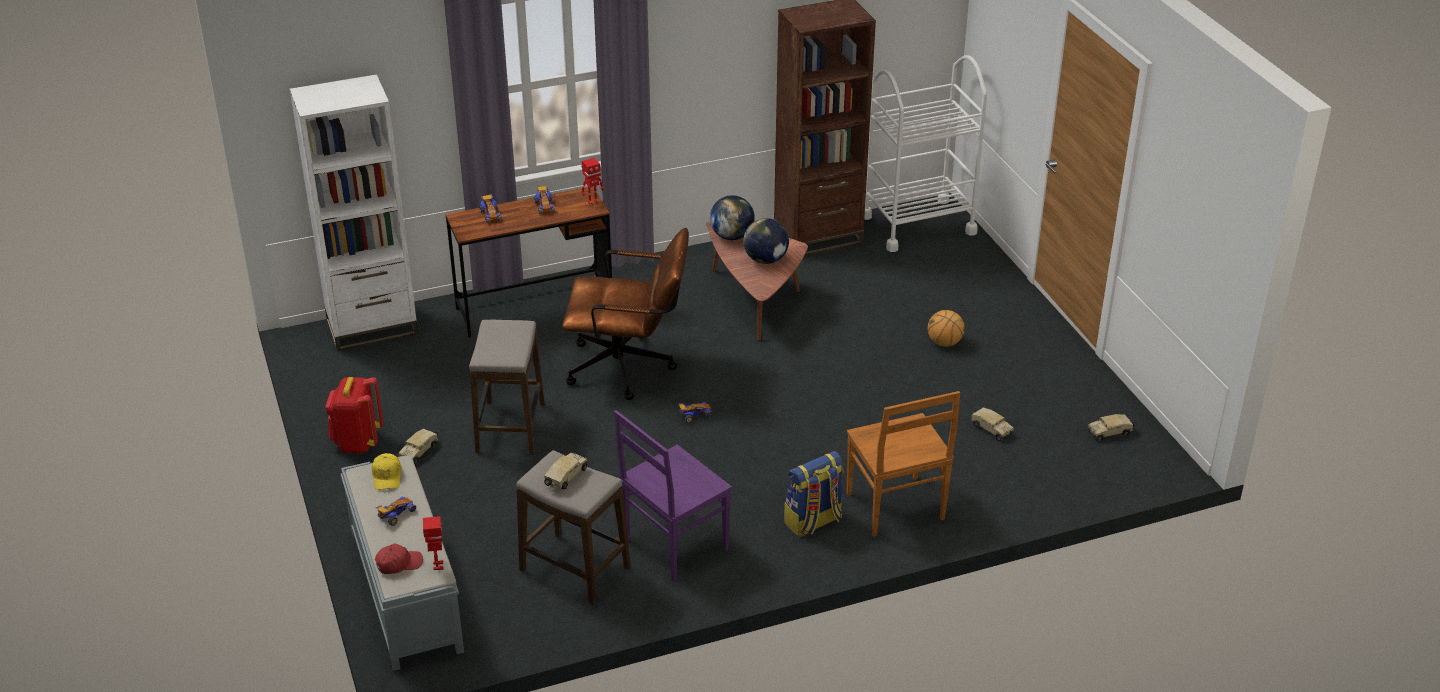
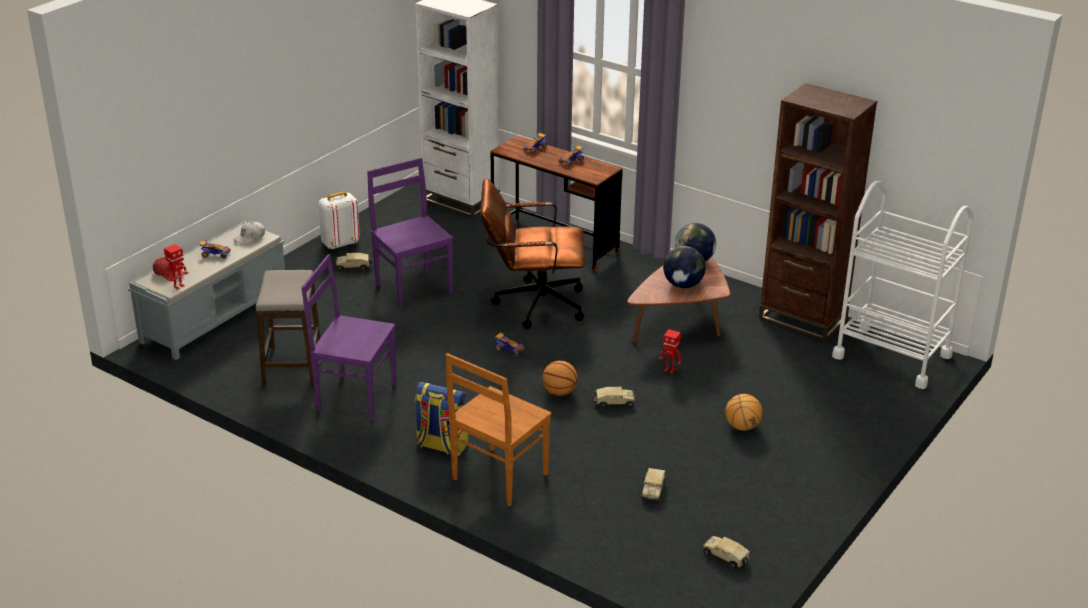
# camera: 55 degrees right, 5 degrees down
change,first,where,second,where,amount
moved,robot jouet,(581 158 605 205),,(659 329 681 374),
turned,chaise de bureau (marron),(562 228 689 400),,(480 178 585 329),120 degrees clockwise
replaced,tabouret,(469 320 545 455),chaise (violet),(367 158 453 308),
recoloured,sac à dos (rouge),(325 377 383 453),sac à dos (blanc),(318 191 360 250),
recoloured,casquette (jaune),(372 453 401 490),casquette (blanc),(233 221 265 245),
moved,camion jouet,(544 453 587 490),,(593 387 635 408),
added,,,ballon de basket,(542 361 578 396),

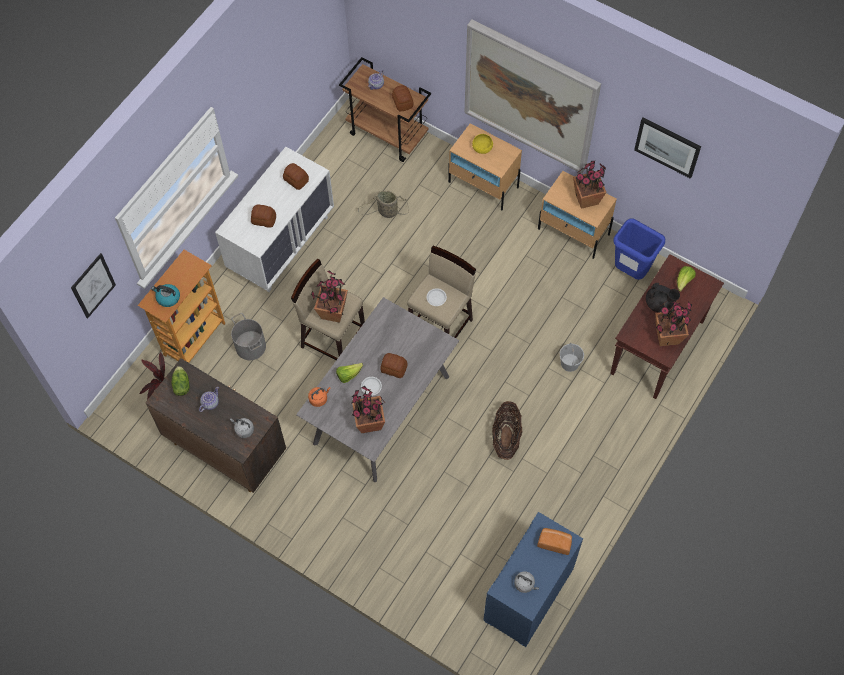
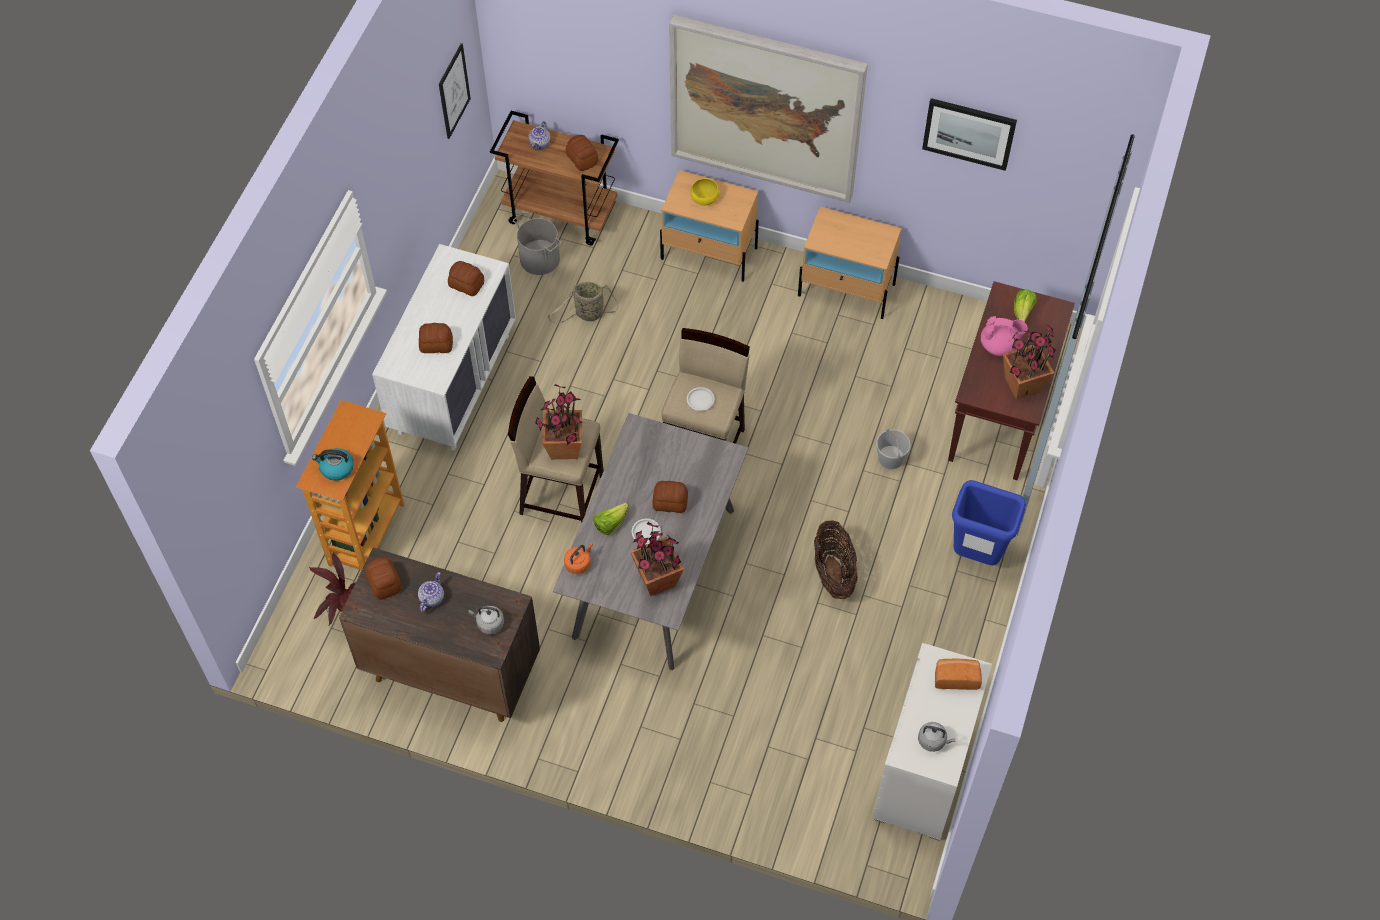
# camera: 15 degrees left, 5 degrees down
change,first,where,second,where,amount
removed,plante en pot,(573 161 606 209),,,
moved,poubelle (bleu),(613 219 665 280),,(952 480 1026 565),
moved,tableau,(71 253 116 319),,(439 43 471 139),
recoloured,théière (noir),(646 283 680 312),théière (rose),(981 316 1028 356),
moved,seau (gris),(231 313 266 360),,(513 212 562 275),
replaced,laitue,(171 366 190 396),pain,(365 557 401 599),
recoloured,commode (bleu),(483 512 583 647),commode (blanc),(873 643 992 841),

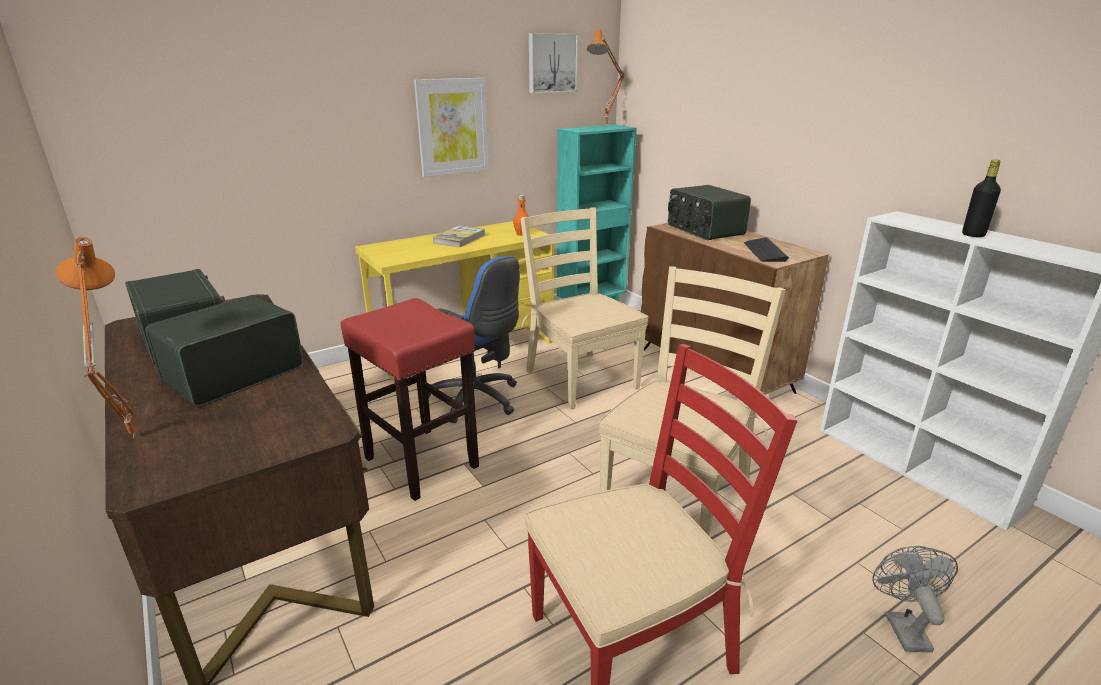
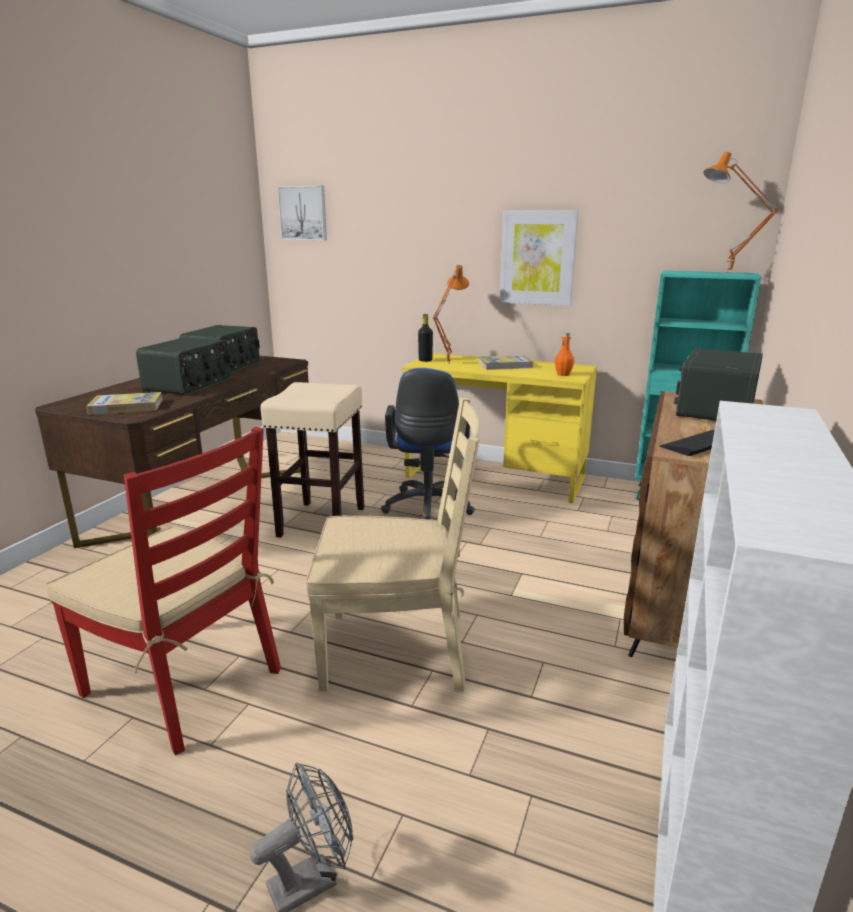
# camera: 55 degrees right, 5 degrees down
change,first,where,second,where,amount
moved,tableau,(529 33 578 94),,(277 186 327 240),
moved,bouteille (noir),(962 160 1001 237),,(418 314 433 362),
removed,chaise (beige),(521 207 649 410),,,
moved,lampe de table (orange),(56 237 136 439),,(433 265 469 364),
turned,radio,(145 295 304 407),,(136 337 231 395),105 degrees clockwise
recoloured,tabouret (rouge),(341 298 479 501),tabouret (beige),(260 382 365 537),
added,,,livre,(86 392 162 415),

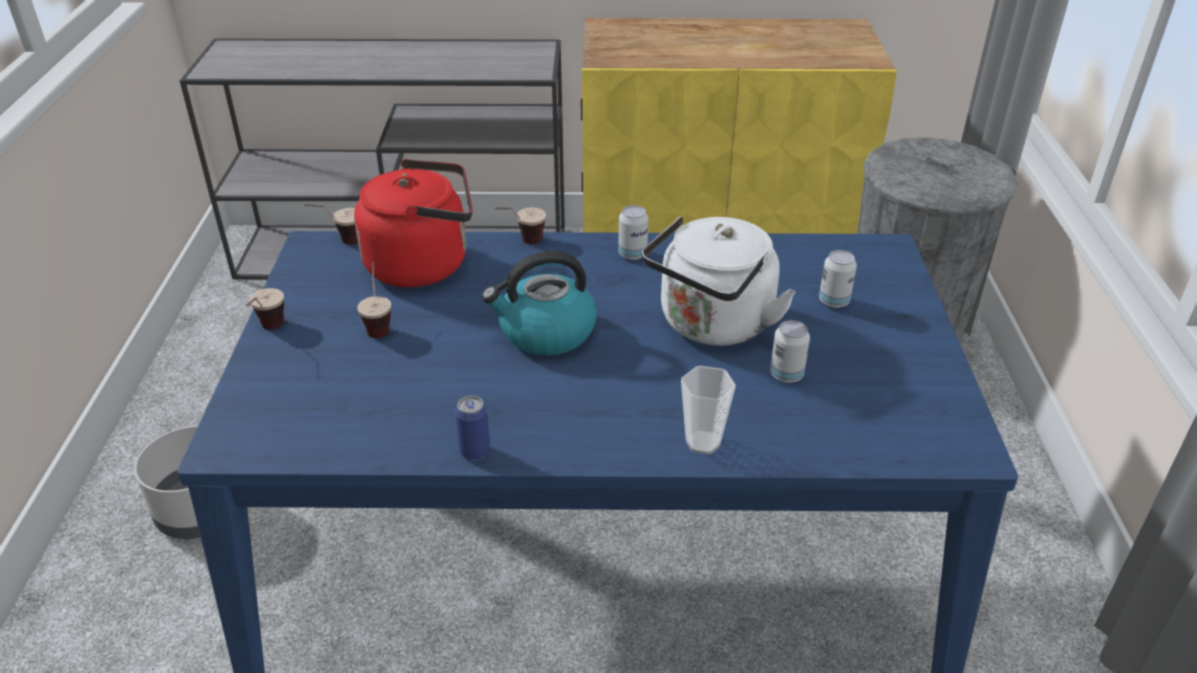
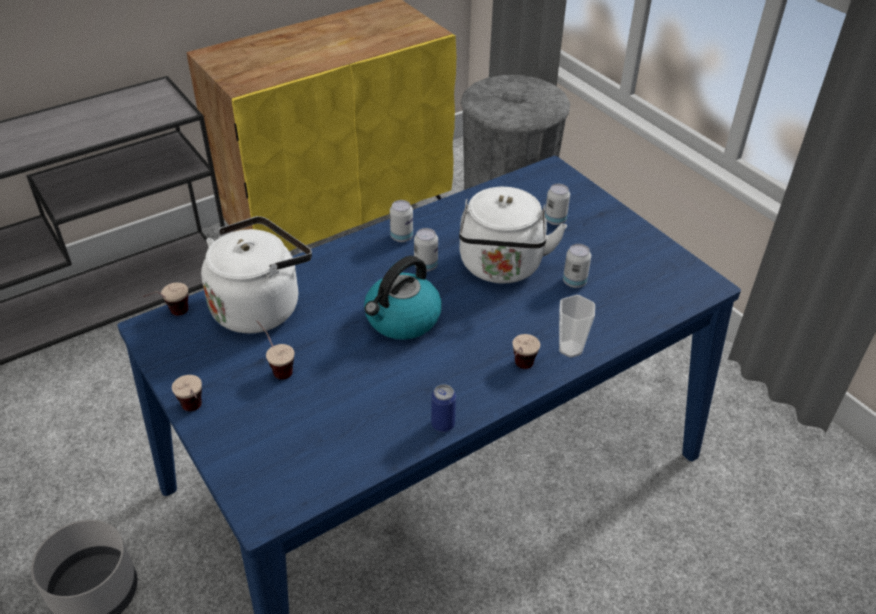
# camera: 35 degrees left, 5 degrees up
change,first,where,second,where,amount
recoloured,bouilloire (rouge),(354 159 473 287),bouilloire (blanc),(201 216 312 333),
moved,tasse,(495 207 546 244),,(512 334 540 369),
added,,,boîte métallique,(414 228 438 272),

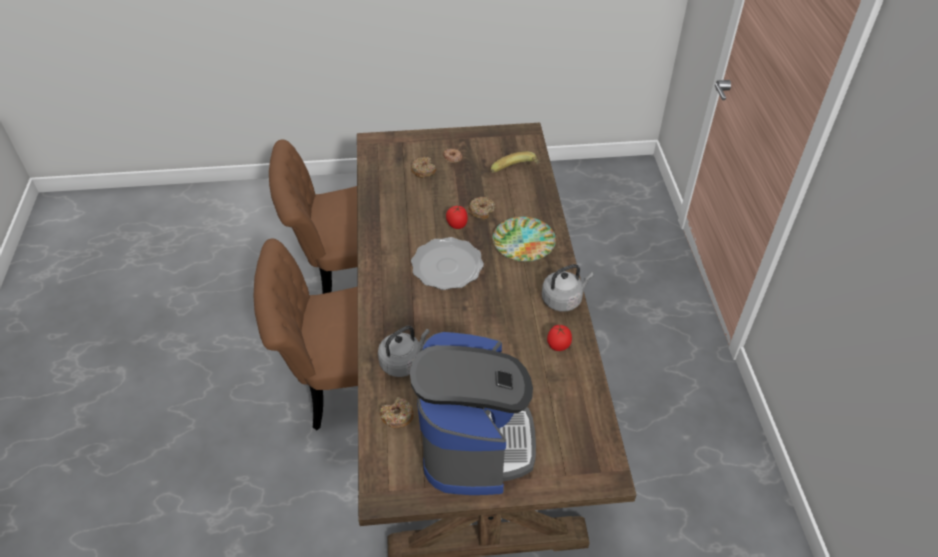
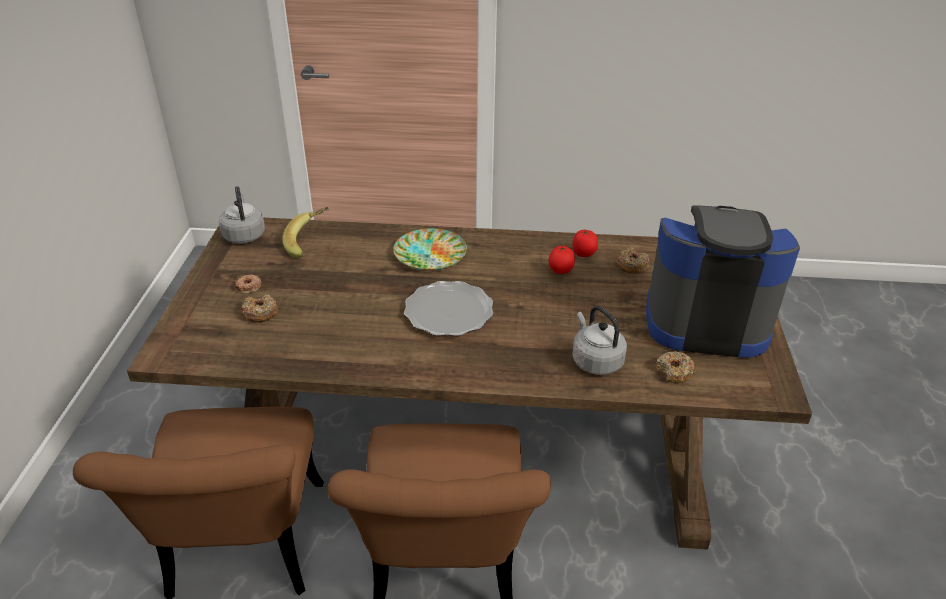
# camera: 80 degrees left, 10 degrees down
change,first,where,second,where,amount
moved,beignet,(468 197 496 220),,(616 247 649 274),
moved,tomate,(446 205 468 229),,(549 246 575 274),
moved,bouilloire (gris),(542 264 594 312),,(219 186 265 244),

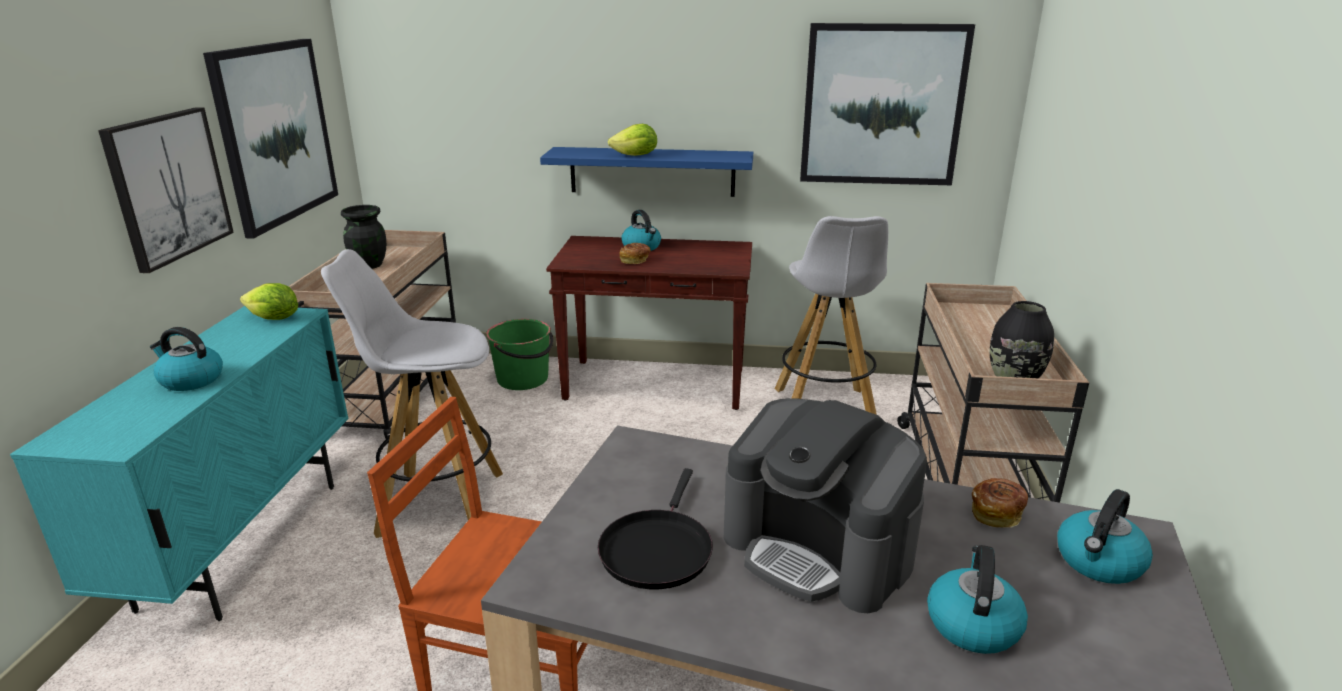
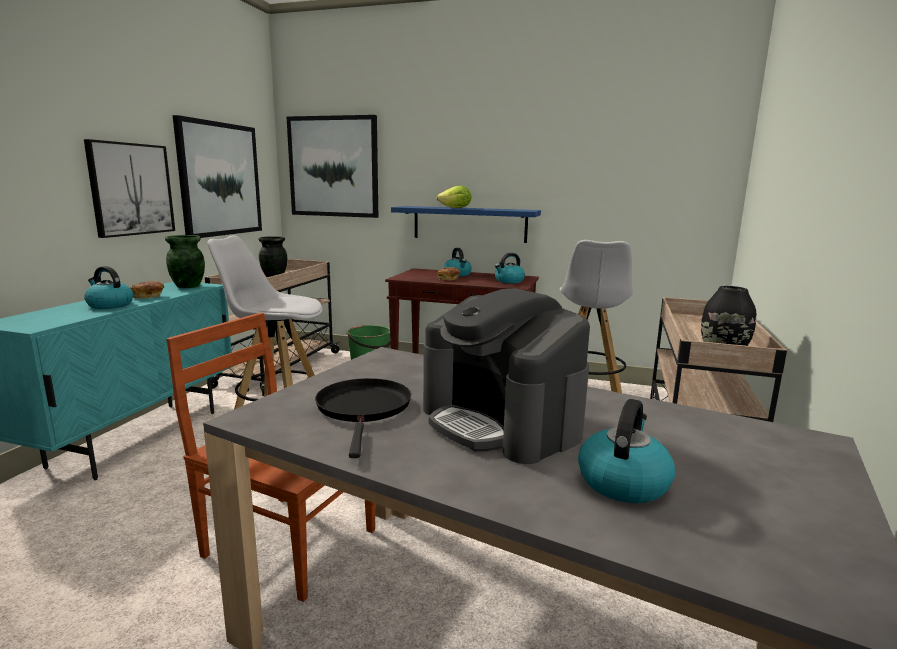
# camera: 10 degrees right, 10 degrees down
change,first,where,second,where,amount
moved,tableau,(800 23 975 185),,(287 115 378 218),
replaced,laitue,(240 283 298 320),vase (vert),(165 235 205 288),
turned,poêle (noir),(598 468 713 589),,(315 378 411 458),150 degrees clockwise
moved,pain,(972 478 1028 528),,(130 281 164 298),
moved,bouilloire,(1057 489 1153 584),,(495 253 525 283),

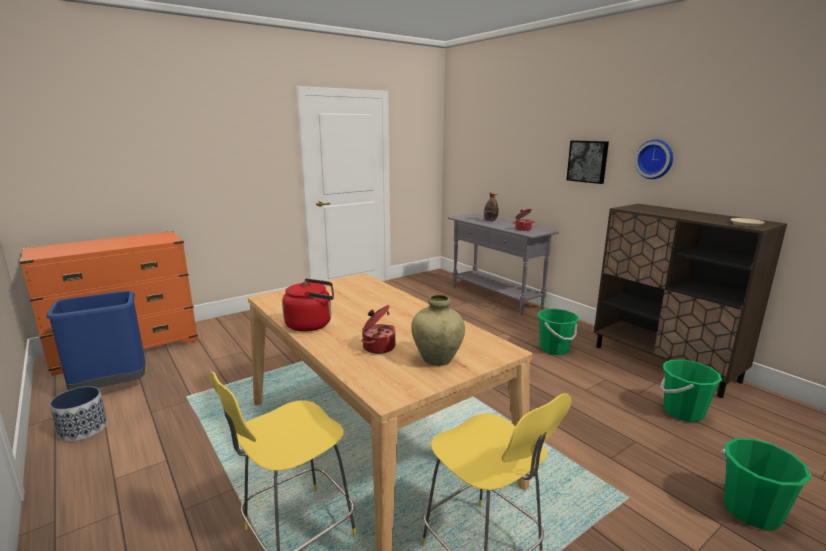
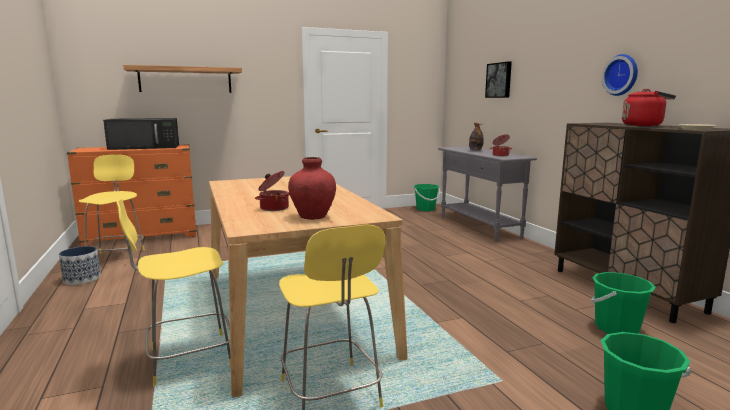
# camera: 15 degrees right, 5 degrees down
change,first,where,second,where,amount
moved,tableau,(566 140 609 184),,(485 62 512 98),
moved,bouilloire (rouge),(282 279 334 332),,(622 89 676 126),
replaced,poubelle (bleu),(46 291 146 390),tabouret (jaune),(79 155 145 261),
recoloured,vase (beige),(411 295 465 366),vase (rouge),(288 157 336 220),
moved,seau (vert),(538 309 579 355),,(414 184 440 211),
added,,,étagère,(123 65 242 93),
added,,,micro-ondes (noir),(103 118 179 150),

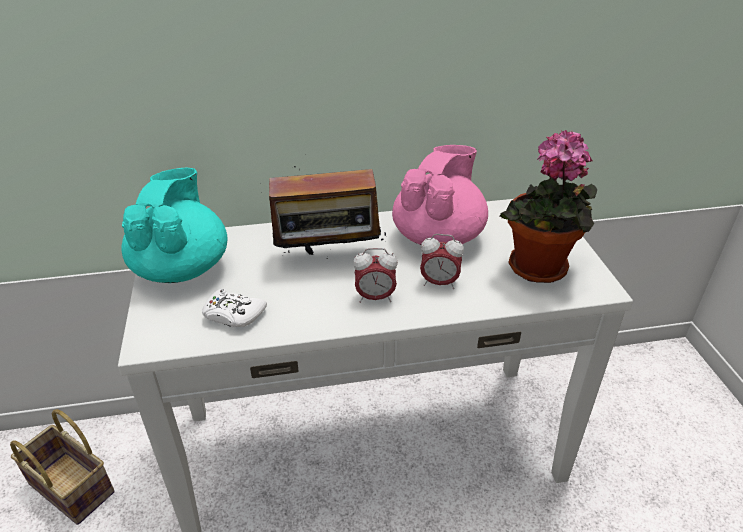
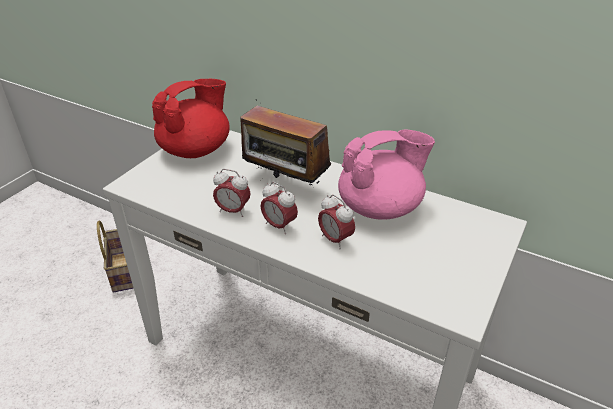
# camera: 40 degrees right, 0 degrees up
change,first,where,second,where,amount
removed,plante en pot,(500 130 597 283),,,
recoloured,théière (turquoise),(122 168 228 283),théière (rouge),(152 79 230 158),
removed,manette (blanc),(202 289 267 327),,,
added,,,réveil,(213 169 251 217),

